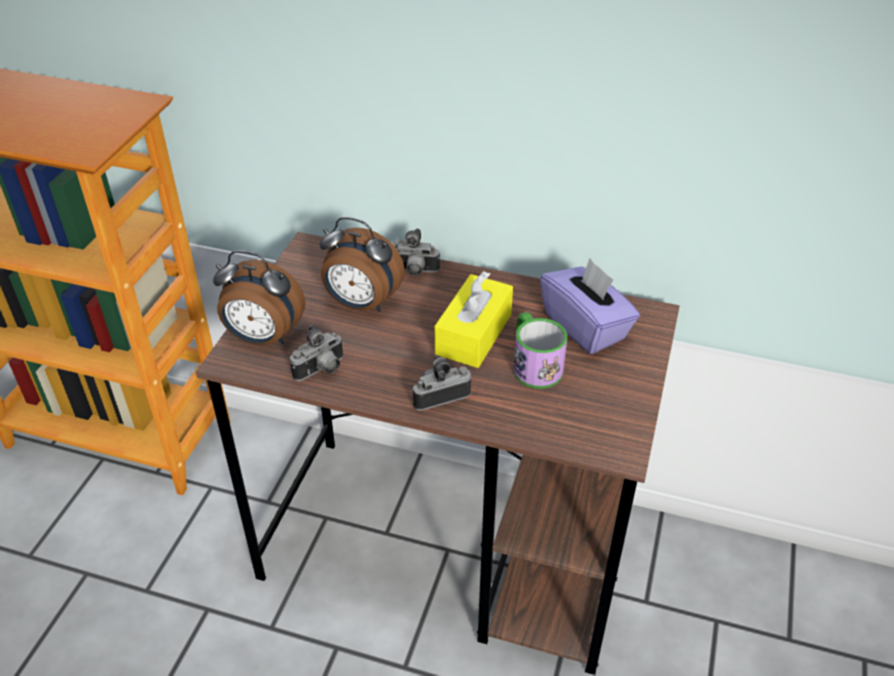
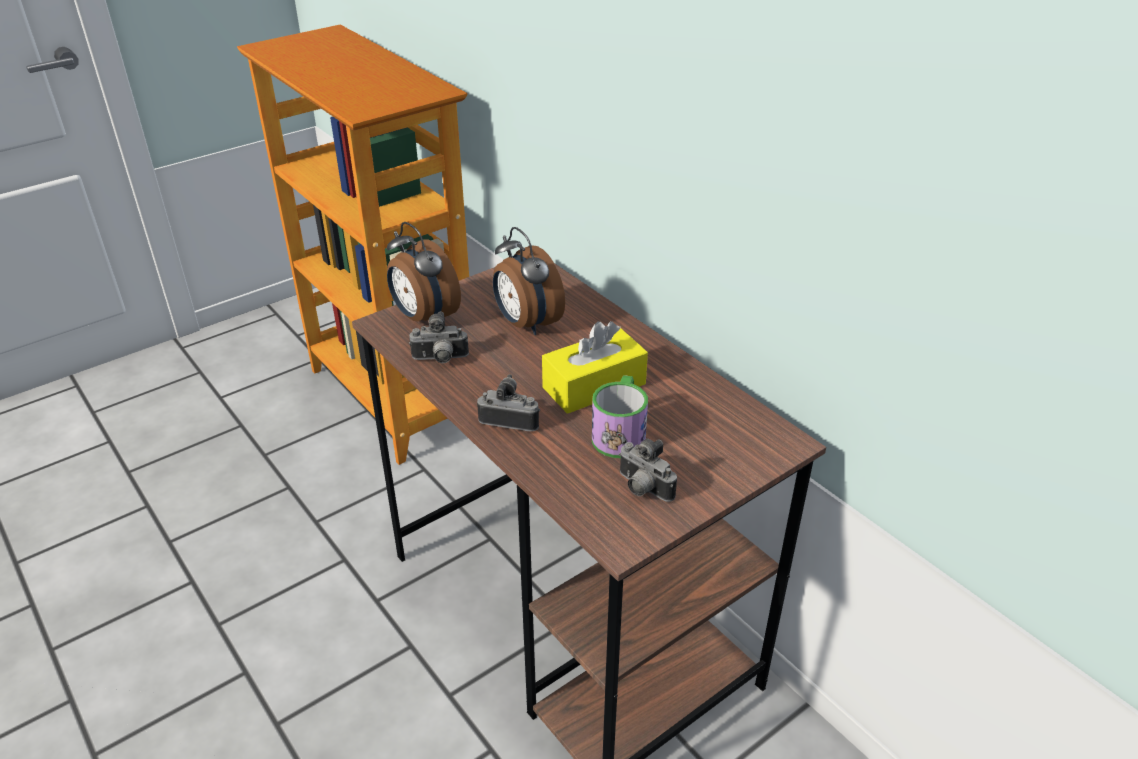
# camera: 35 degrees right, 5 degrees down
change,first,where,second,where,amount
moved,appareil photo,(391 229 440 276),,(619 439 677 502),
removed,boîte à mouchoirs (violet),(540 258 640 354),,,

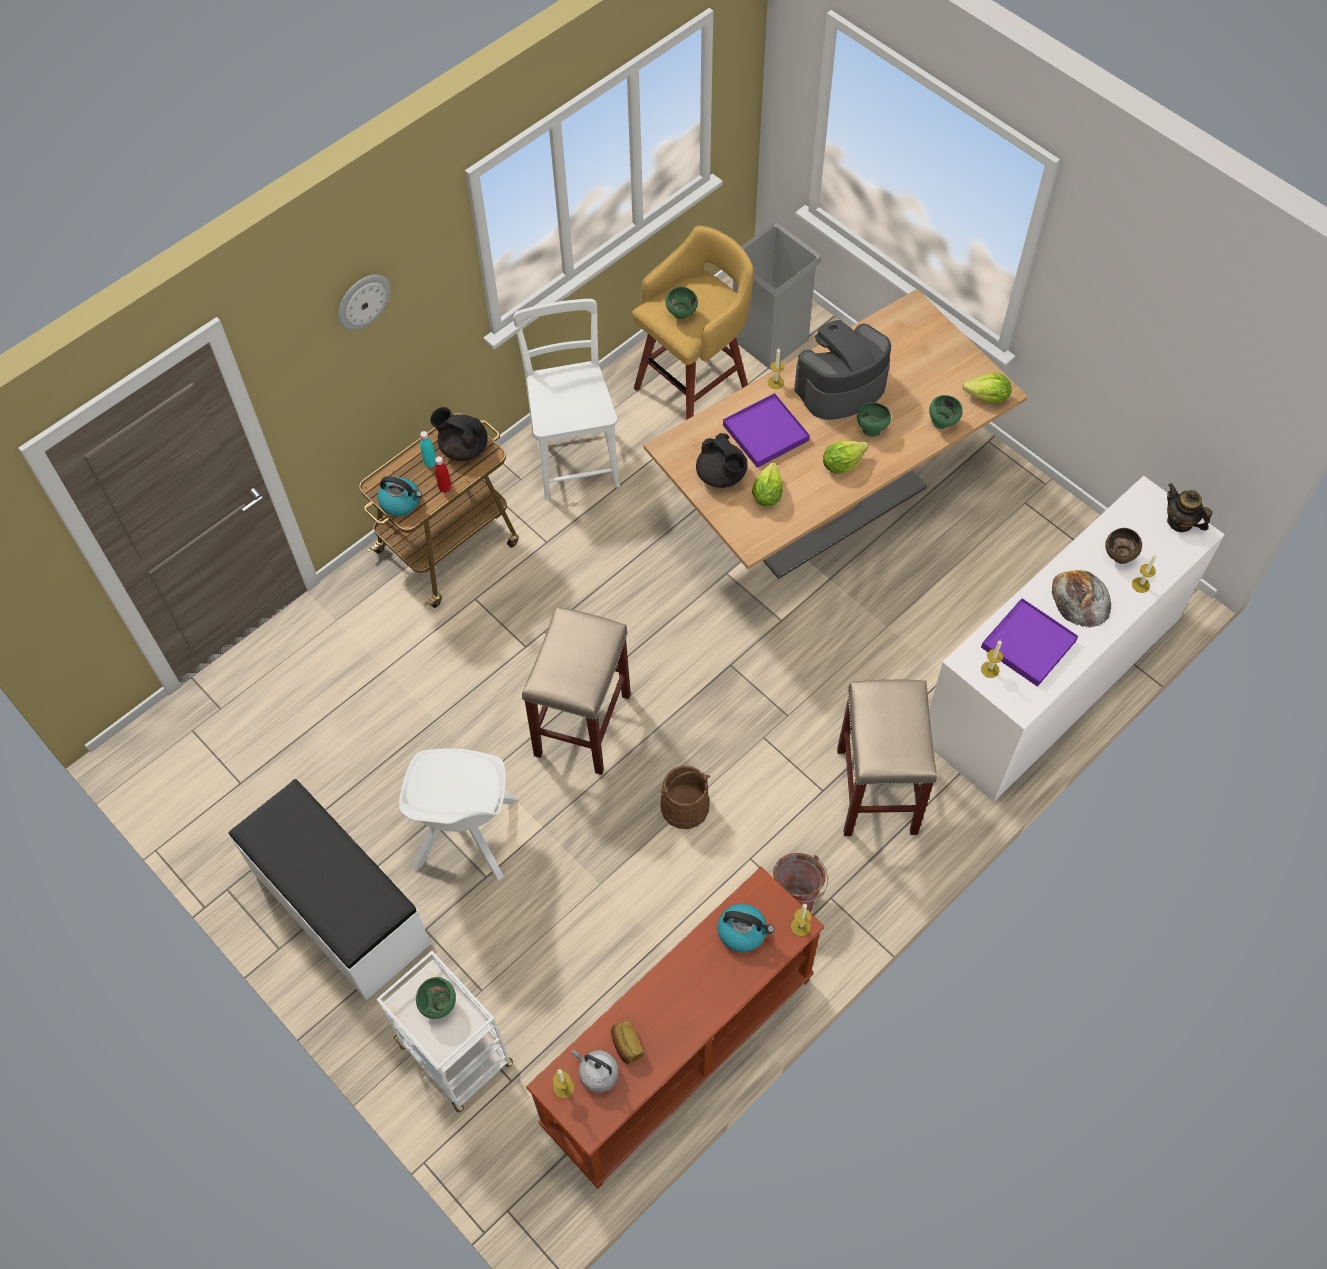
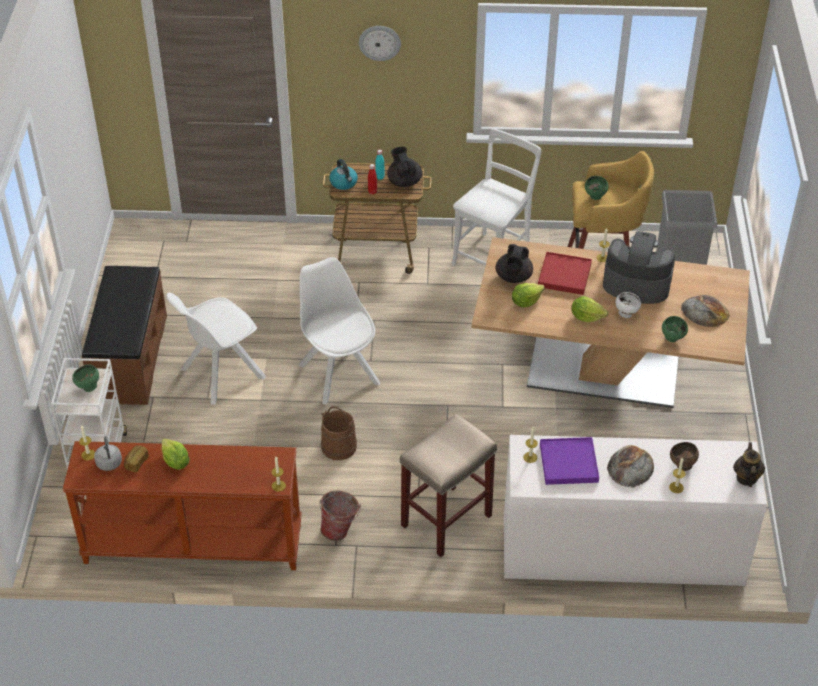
# camera: 45 degrees right, 15 degrees down
change,first,where,second,where,amount
moved,laitue,(962 373 1012 403),,(162 438 190 469),
recoloured,plateau (violet),(723 393 810 468),plateau (rouge),(538 252 592 295),
recoloured,bol (vert),(857 402 891 437),bol (blanc),(616 292 641 318),
replaced,tabouret (beige),(522 607 631 775),chaise (blanc),(299 257 380 405),
recoloured,banc (blanc),(229 779 431 1000),banc (marron),(82 266 167 405),
removed,bouilloire,(718 904 774 952),,,
added,,,pain,(681 295 730 327),

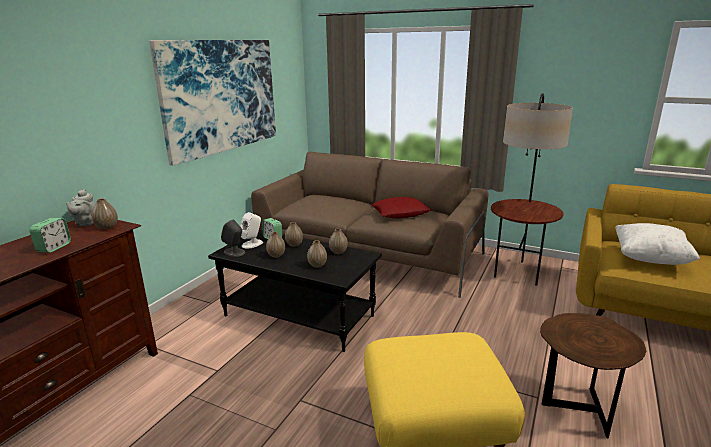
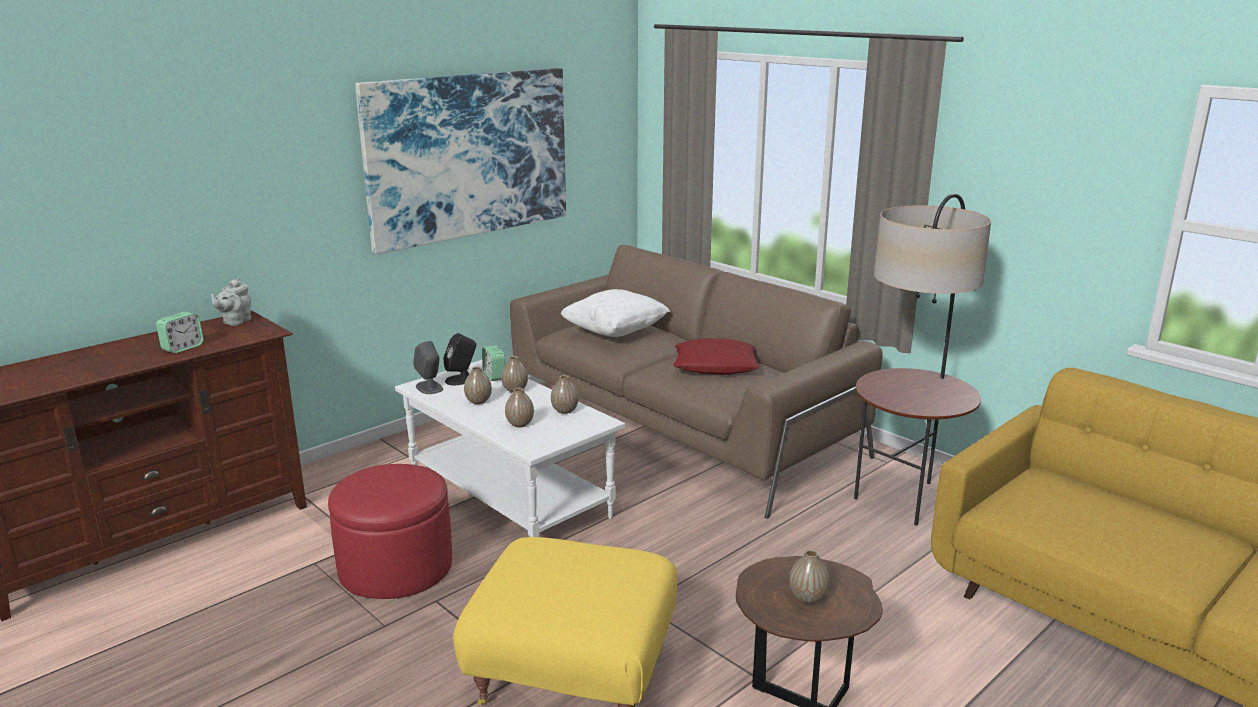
# camera: 20 degrees right, 0 degrees up
change,first,where,second,where,amount
moved,vase,(92 198 118 230),,(789 550 830 604),
recoloured,enceinte (blanc),(240 212 263 249),enceinte (noir),(444 333 476 385),
moved,coussin (blanc),(615 223 700 265),,(561 289 670 337),
recoloured,table basse (noir),(208 230 382 352),table basse (blanc),(395 360 625 537),
added,,,pouf (rouge),(328 464 452 599),

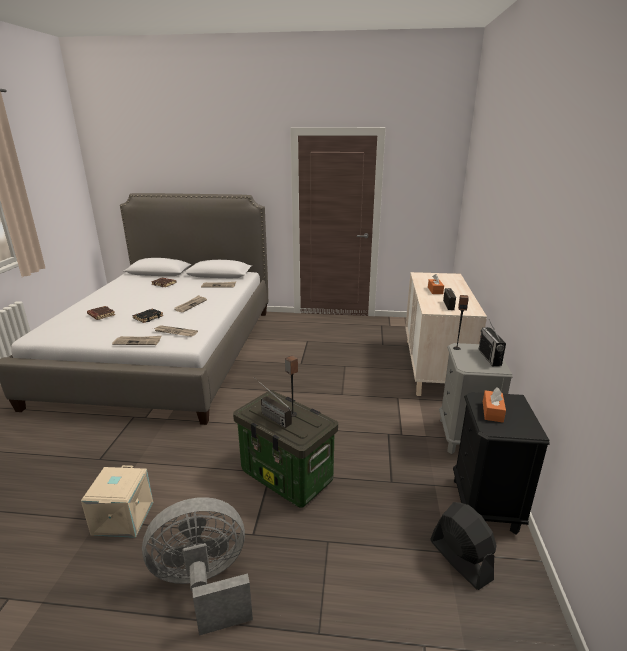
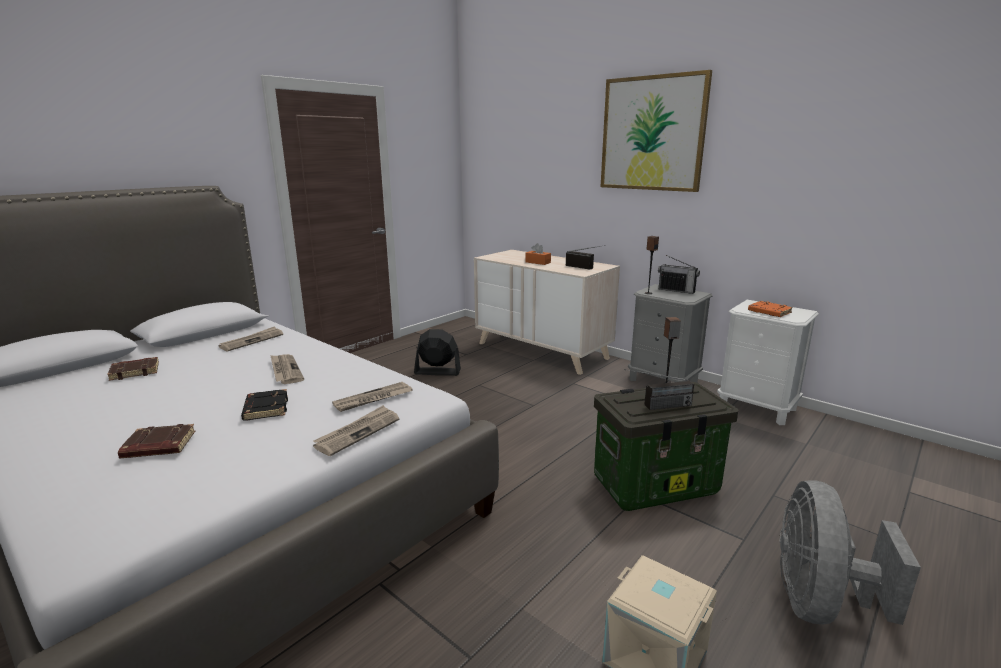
# camera: 55 degrees left, 5 degrees down
change,first,where,second,where,amount
replaced,boîte à mouchoirs (orange),(483 387 506 422),livre (orange),(748 301 793 317),
recoloured,table de chevet (noir),(453 392 550 535),table de chevet (blanc),(717 300 819 425),
moved,ventilateur (noir),(430 502 497 590),,(414 329 461 376),
added,,,tableau,(601 70 712 192),

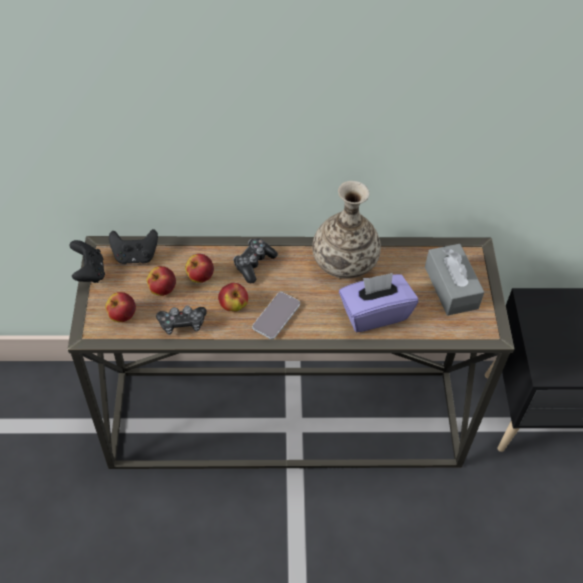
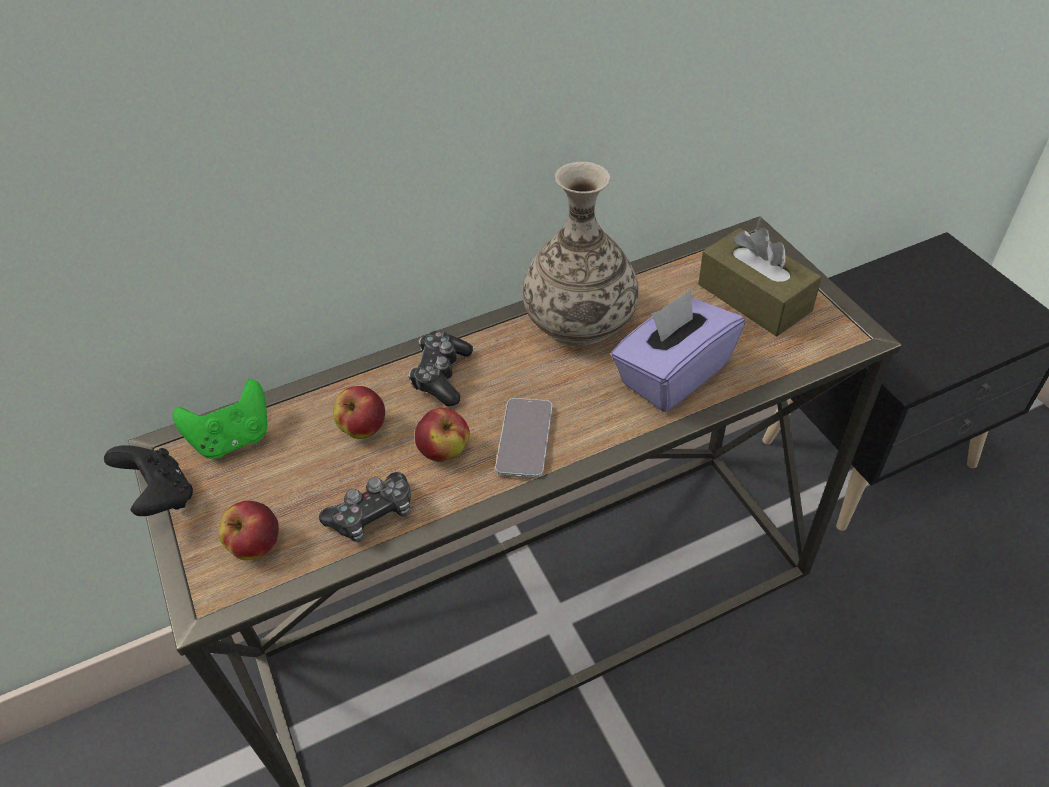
# camera: 20 degrees left, 5 degrees down
change,first,where,second,where,amount
recoloured,manette (noir),(109 229 158 264),manette (vert),(173 379 267 459),
recoloured,boîte à mouchoirs (gris),(425 244 484 316),boîte à mouchoirs (marron),(698 228 822 337),
removed,pomme,(147 266 176 296),,,

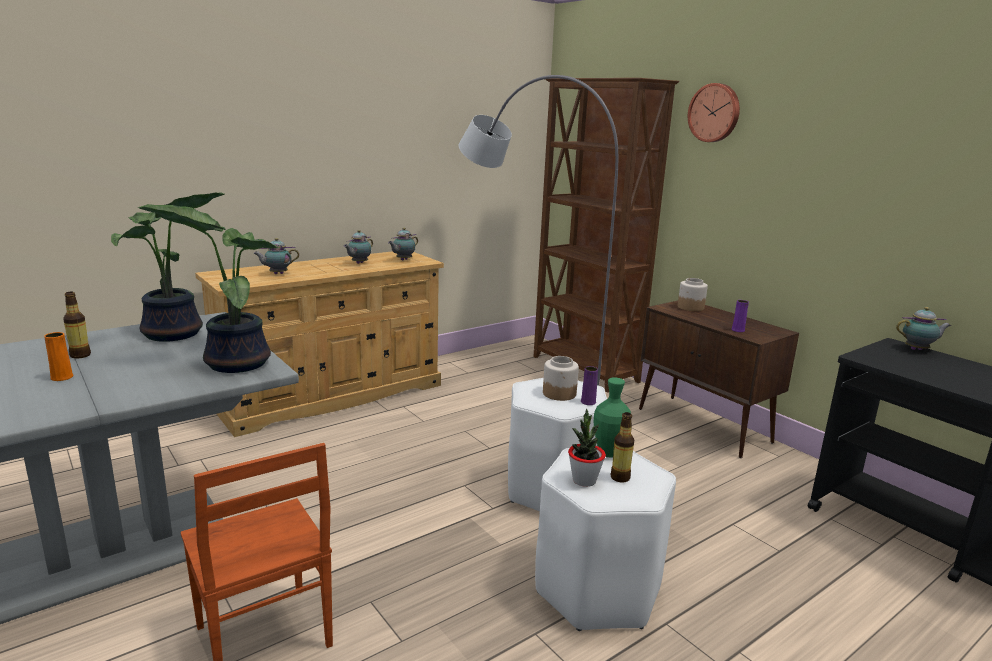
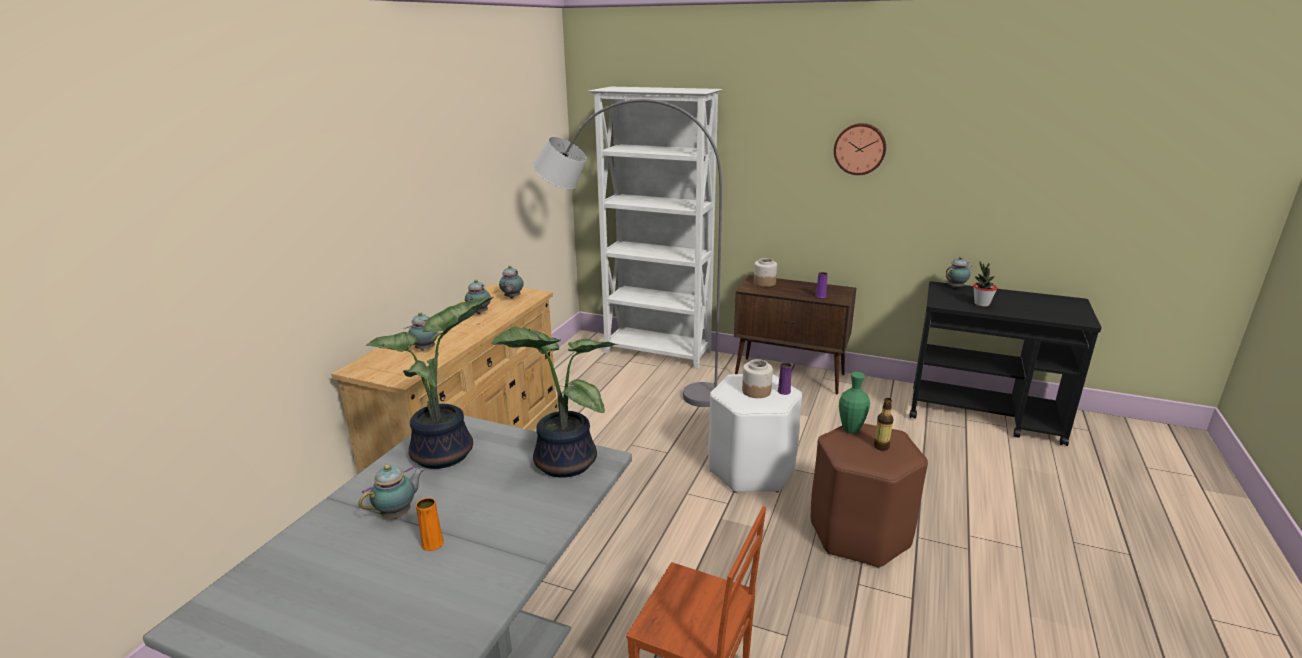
# camera: 30 degrees left, 5 degrees up
change,first,where,second,where,amount
recoloured,bibliothèque (marron),(534 78 679 393),bibliothèque (blanc),(589 87 722 369),
moved,horloge murale,(688 83 740 142),,(834 123 886 175),
replaced,bouteille,(63 292 91 359),théière,(358 464 424 518),
moved,plante en pot,(568 409 606 487),,(973 261 998 307),
recoloured,tabouret (blanc),(535 448 676 631),tabouret (marron),(811 423 928 568),

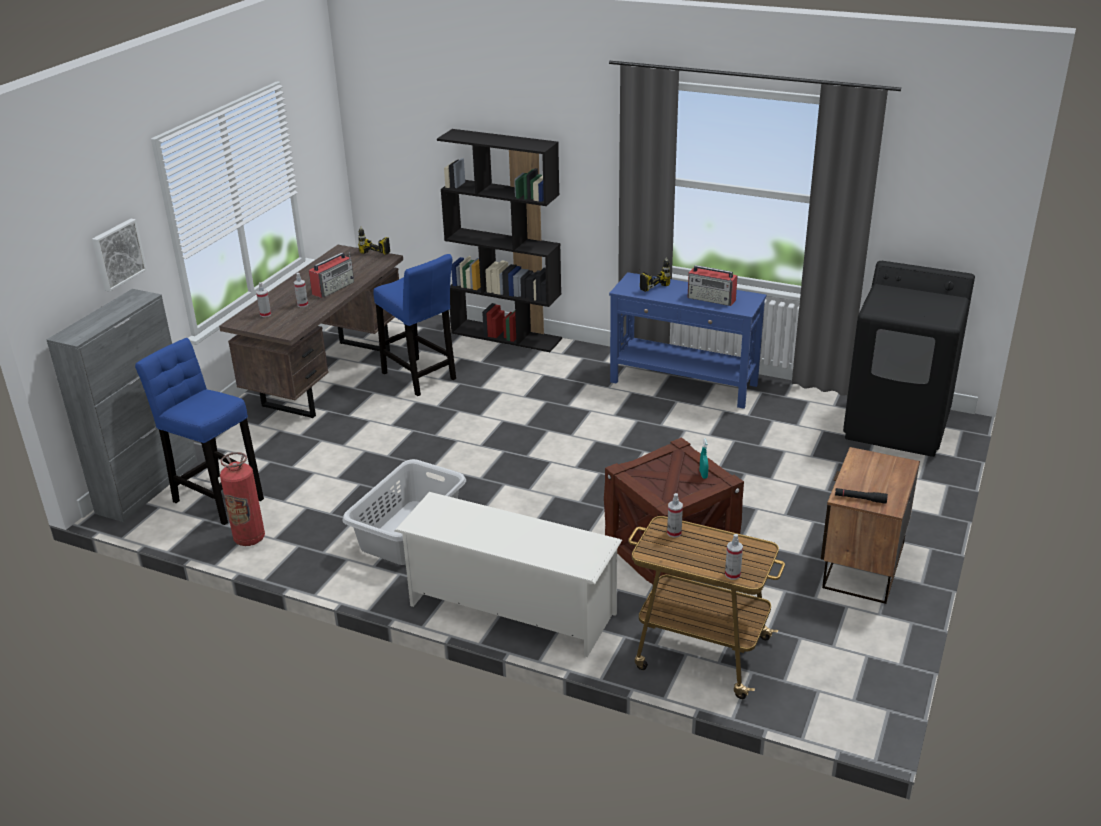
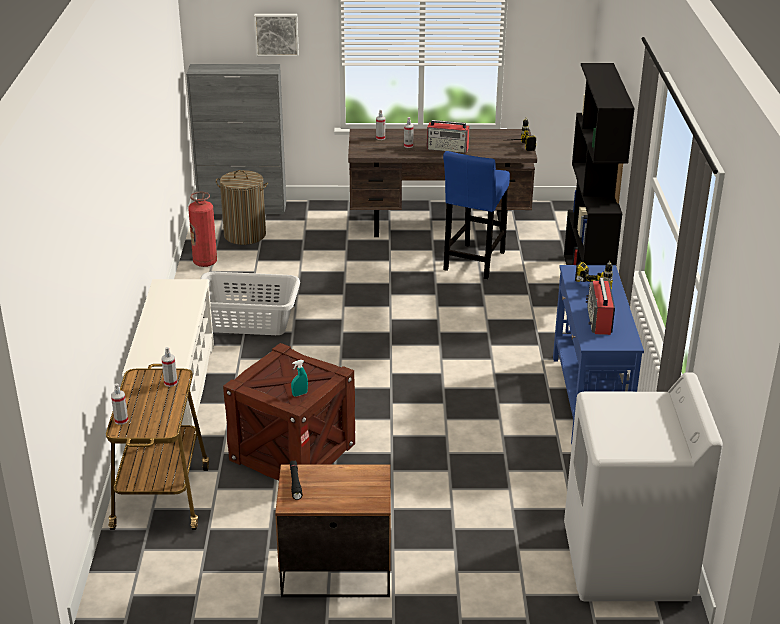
# camera: 65 degrees right, 0 degrees up
change,first,where,second,where,amount
recoloured,lave-linge (noir),(843 261 975 457),lave-linge (blanc),(564 373 723 601),
replaced,tabouret (bleu),(135 338 264 525),panier à linge,(216 170 268 245),

